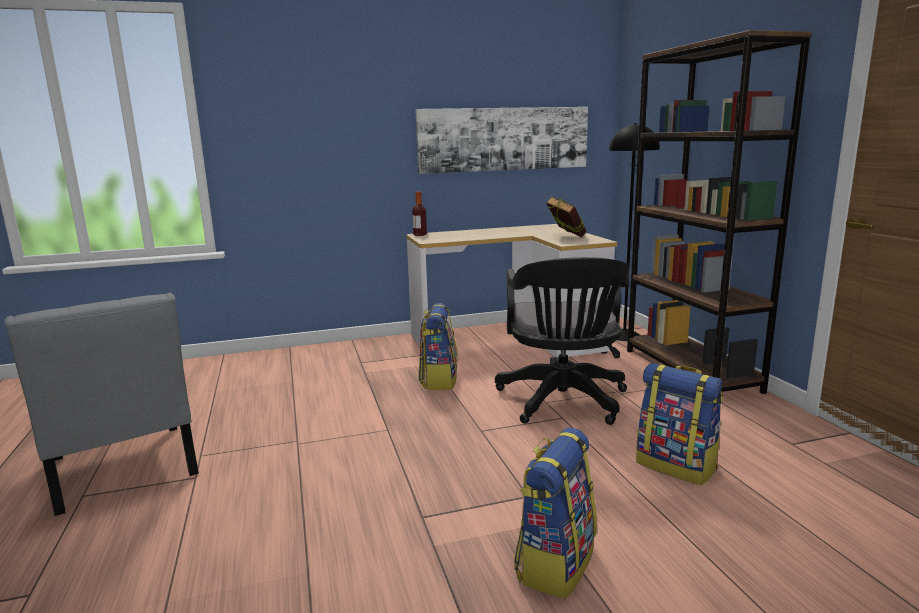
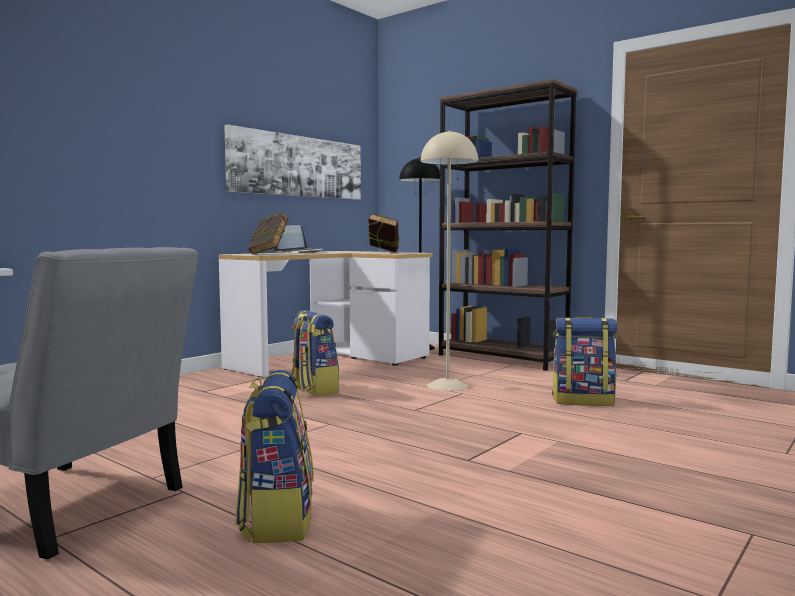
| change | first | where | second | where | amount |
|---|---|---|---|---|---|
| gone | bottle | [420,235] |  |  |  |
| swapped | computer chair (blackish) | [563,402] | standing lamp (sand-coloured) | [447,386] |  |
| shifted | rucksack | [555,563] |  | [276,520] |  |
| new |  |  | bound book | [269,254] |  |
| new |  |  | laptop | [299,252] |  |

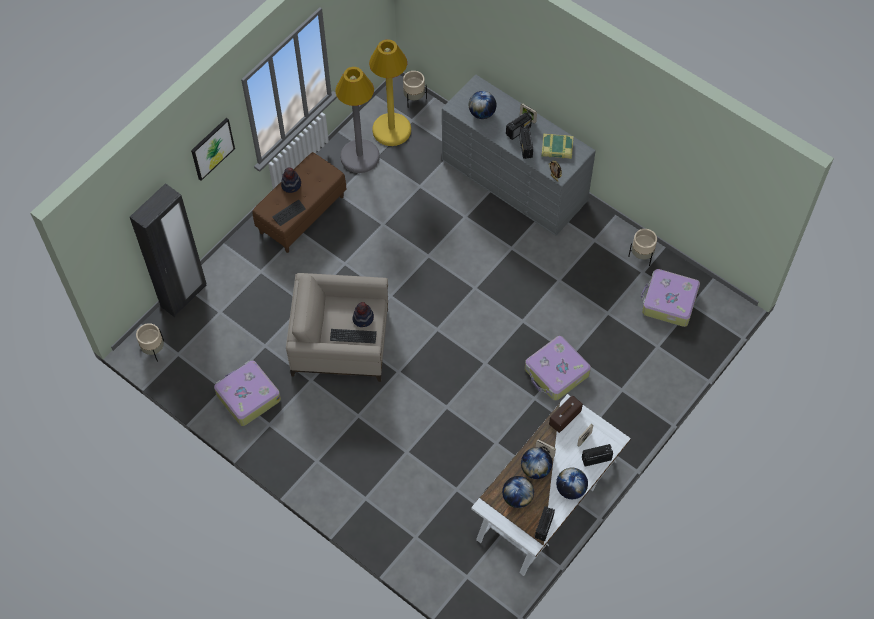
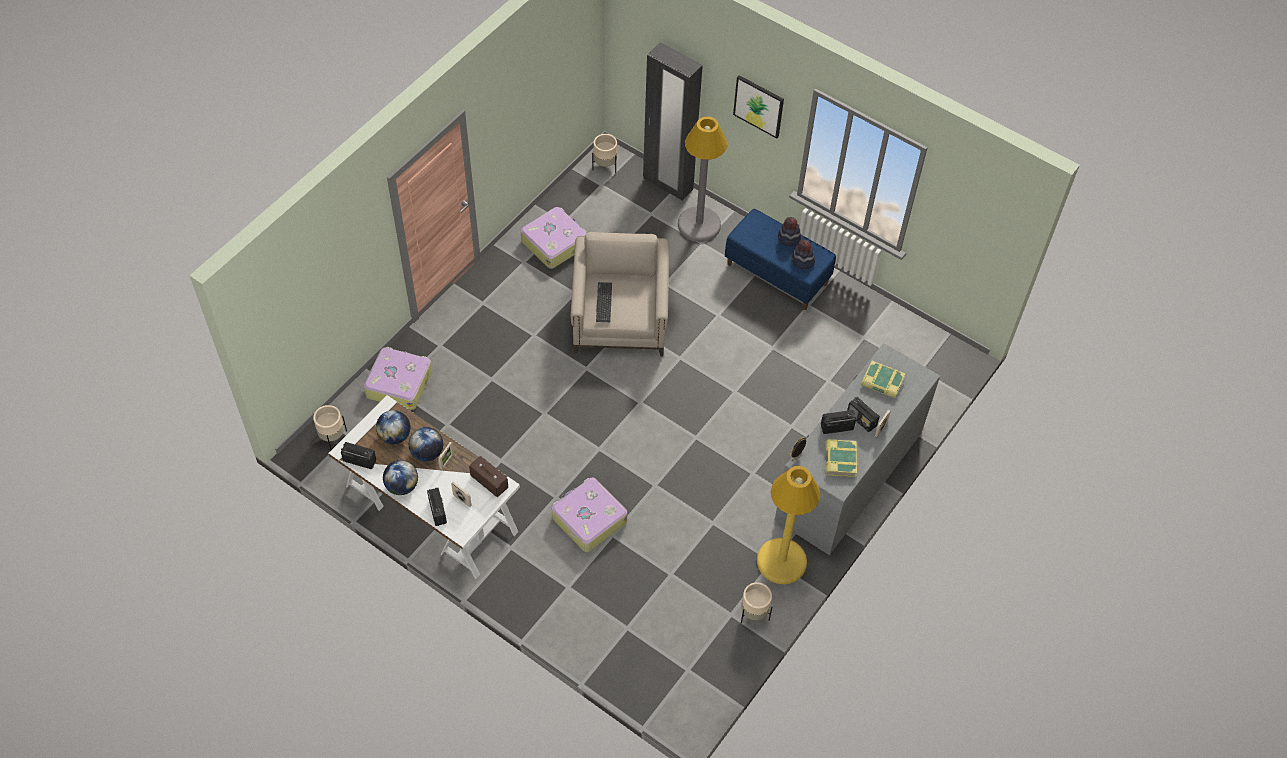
| change | first | where | second | where | amount |
|---|---|---|---|---|---|
| shifted | standing lamp (yellowish) | [391,130] |  | [781,561] |  |
| shifted | standing lamp (greyish) | [360,156] |  | [699,225] |  |
| shifted | planter (sand-coloured) | [414,99] |  | [332,437] |  |
| swapped | world globe | [482,113] | bound book | [882,382] |  |
| repainted | long seat (brownish) | [302,214] | long seat (bluish) | [777,274] |  |
| gone | computer keyboard | [289,213] |  |  |  |
| shifted | piece of luggage | [668,302] |  | [399,383] |  |
| shifted | clothing hat | [363,318] |  | [802,261] |  |

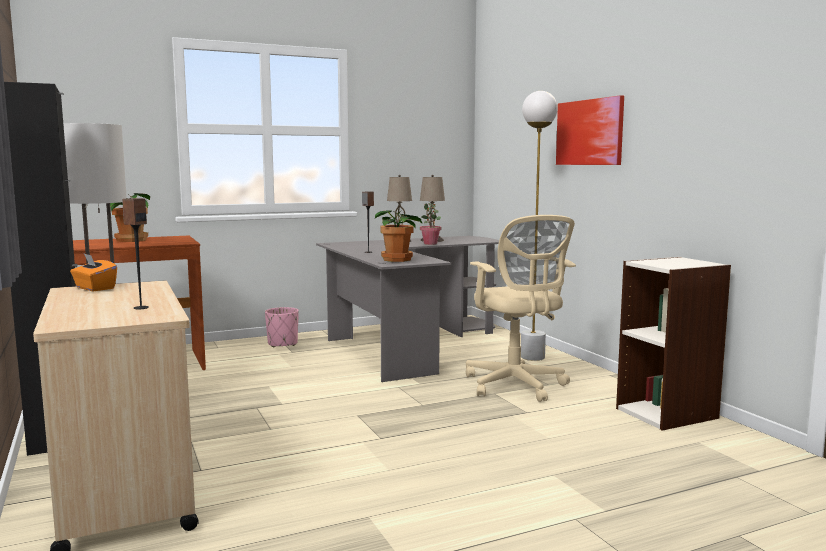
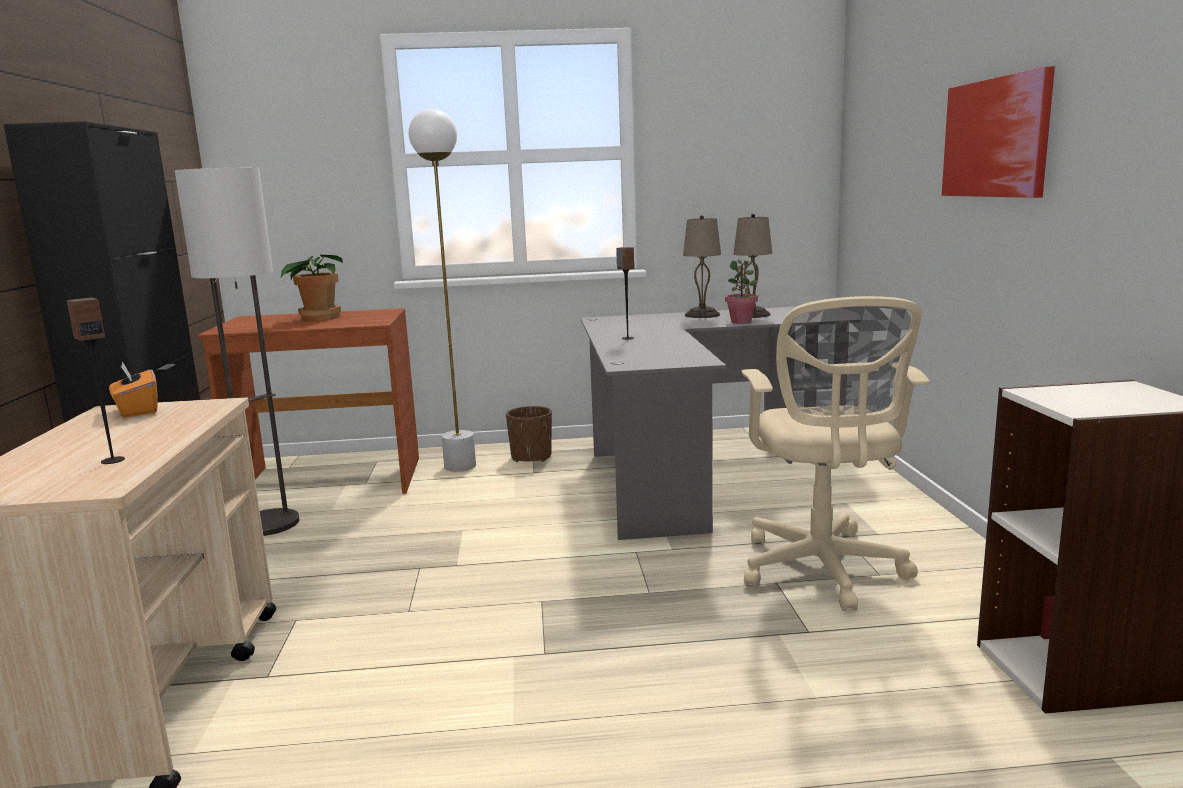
| change | first | where | second | where | amount |
|---|---|---|---|---|---|
| shifted | standing lamp (white) | [532,357] |  | [460,466] |  |
| gone | houseplant | [398,259] |  |  |  |
| repainted | planter (pink) | [282,344] | planter (brownish) | [531,457] |  |

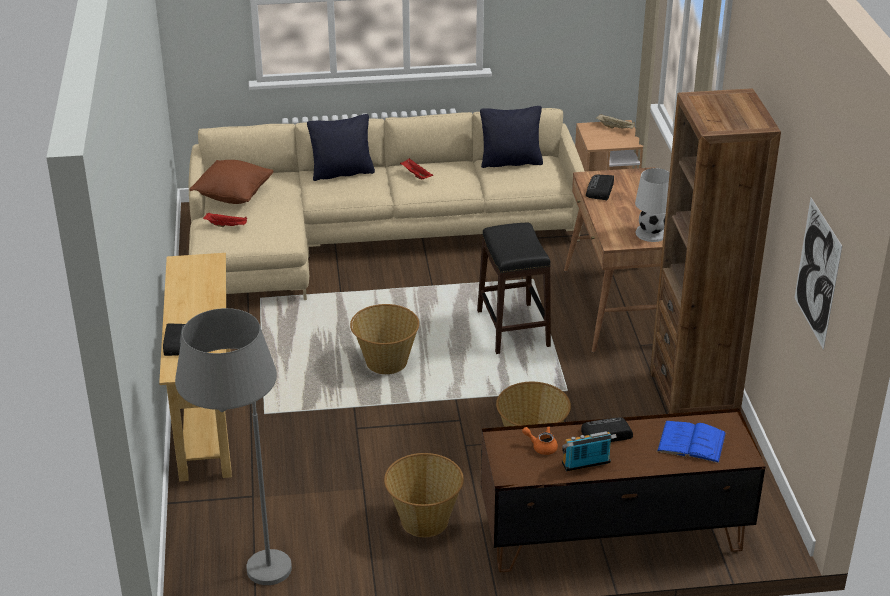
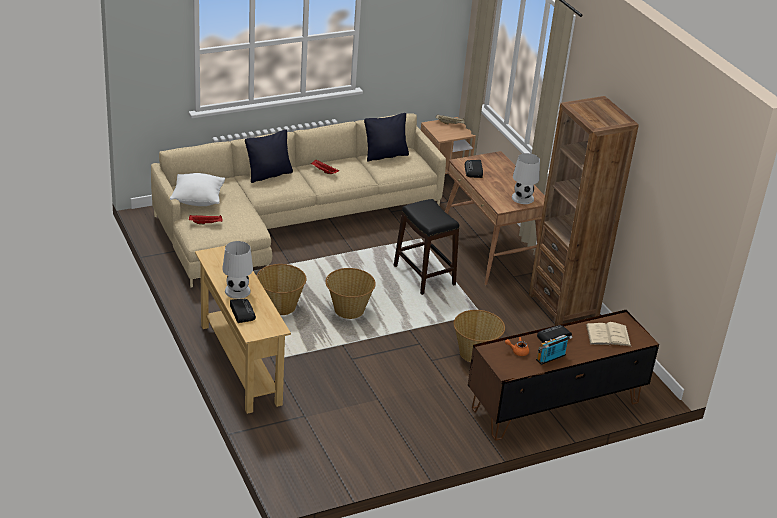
| change | first | where | second | where | amount |
|---|---|---|---|---|---|
| repainted | throw pillow (brownish) | [233,196] | throw pillow (white) | [198,200] |  |
| gone | wall art | [817,273] |  |  |  |
| gone | standing lamp (greyish) | [245,564] |  |  |  |
| repainted | bound book (bluish) | [691,442] | bound book (sand-coloured) | [608,335] |  |
| shifted | storage basket | [424,520] |  | [280,306] |  |
| new |  |  | lamp for a table (white) | [237,291] |  |

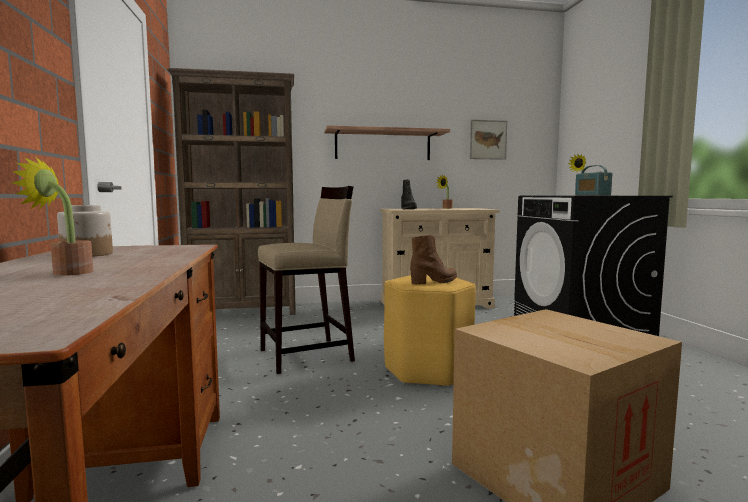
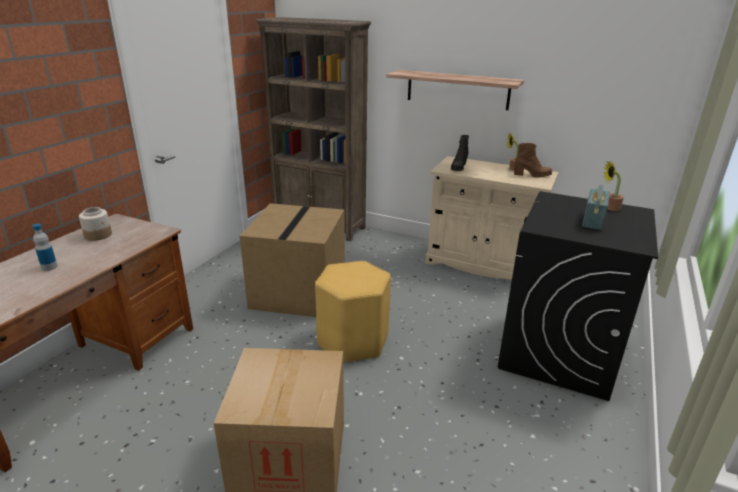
| change | first | where | second | where | amount |
|---|---|---|---|---|---|
| gone | wall art | [488,139] |  |  |  |
| swapped | houseplant | [66,272] | bottle | [49,267] |  |
| swapped | stool seat (sand-coloured) | [307,355] | cardboard box | [299,293] |  |
| shifted | boot (brownish) | [434,282] |  | [532,175] |  |

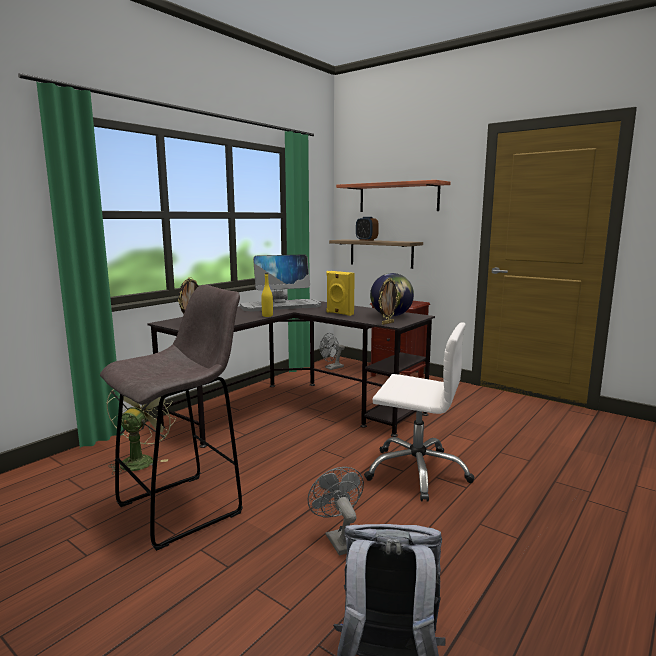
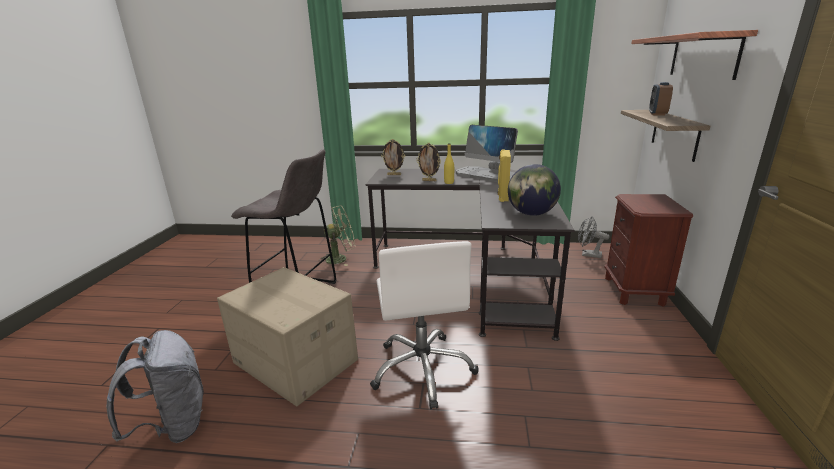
| change | first | where | second | where | amount |
|---|---|---|---|---|---|
| shifted | picture frame | [387,323] |  | [429,180] |  |
| swapped | electric fan (greyish) | [338,539] | cardboard box | [294,362] |  |

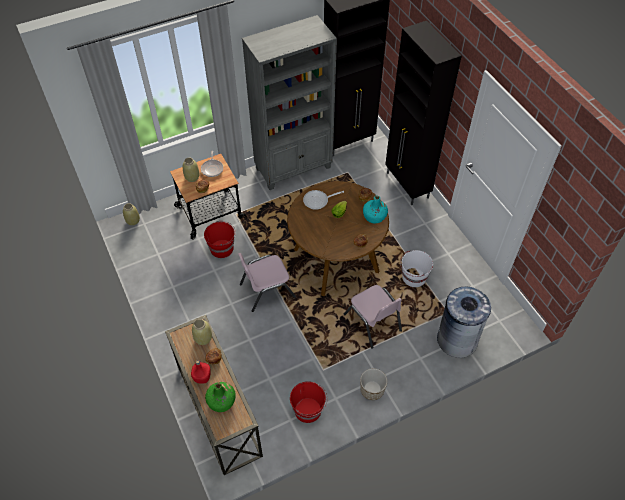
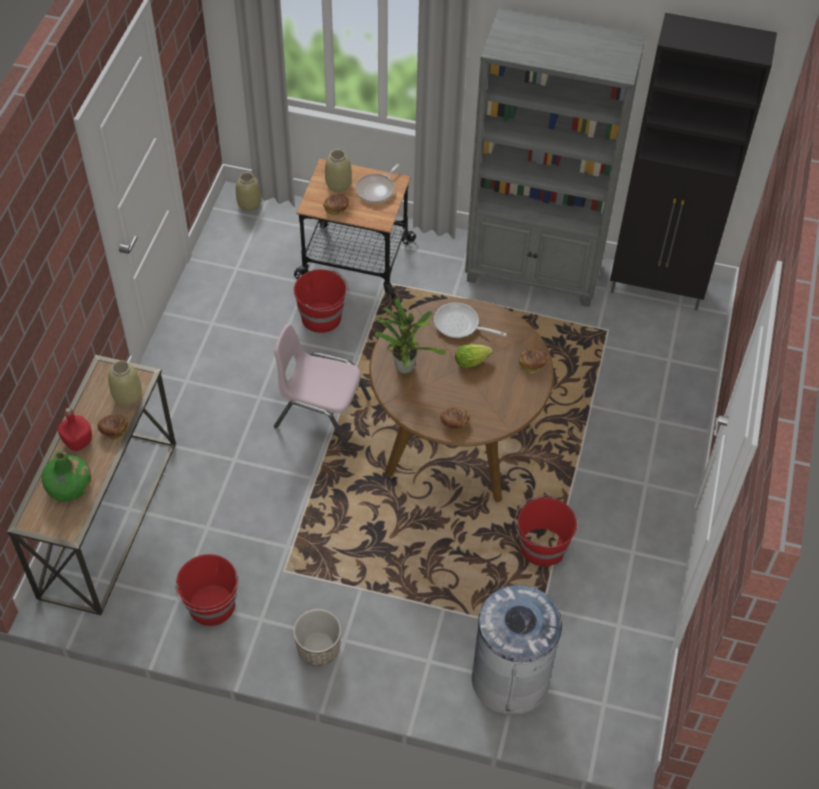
| change | first | where | second | where | amount |
|---|---|---|---|---|---|
| gone | storage cabinet (blackish) | [407,186] |  |  |  |
| gone | bottle (turquoise-coloured) | [374,216] |  |  |  |
| repainted | water bucket (white) | [413,278] | water bucket (reddish) | [541,547] |  |
| gone | plain chair (pink) | [373,322] |  |  |  |
| new |  |  | houseplant | [404,364] |  |

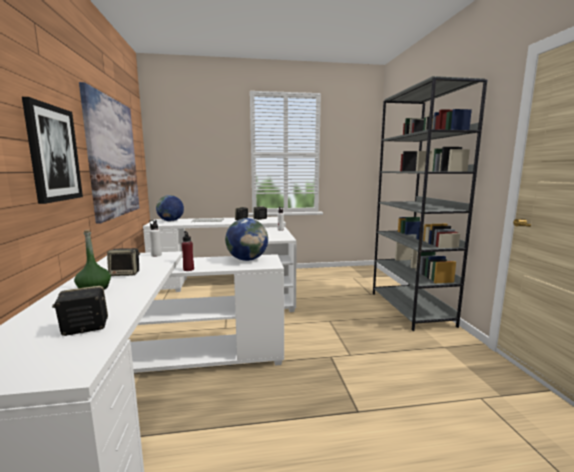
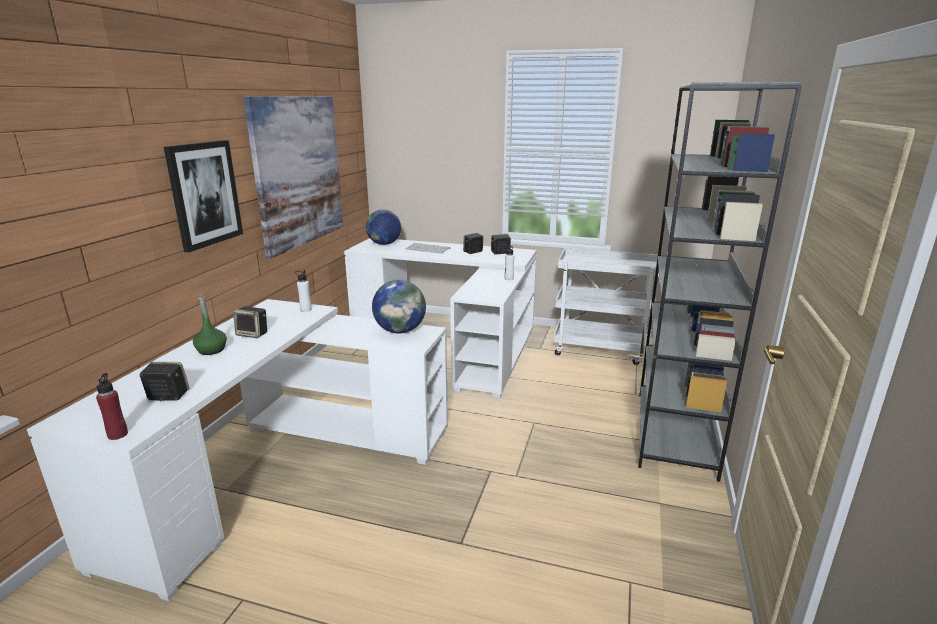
| change | first | where | second | where | amount |
|---|---|---|---|---|---|
| shifted | bottle (reddish) | [188,269] |  | [118,434] |  |
| new |  |  | wheeled cart (white) | [601,350] |  |

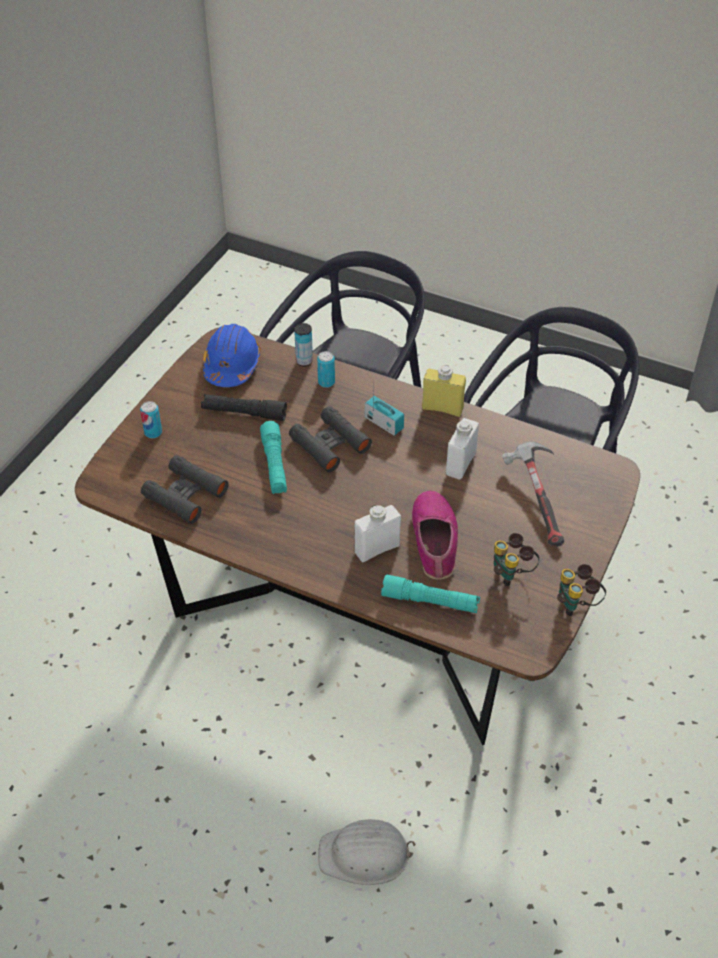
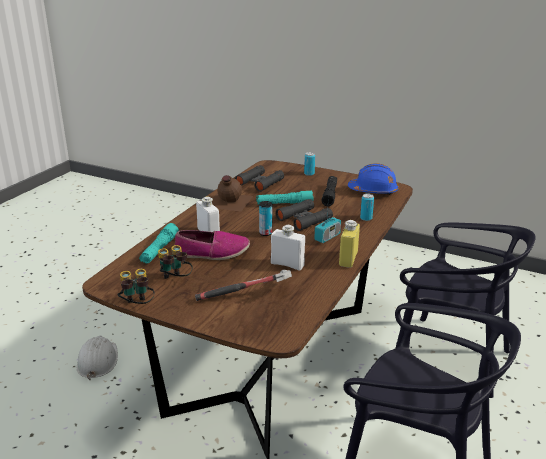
| change | first | where | second | where | amount |
|---|---|---|---|---|---|
| shifted | metal can | [304,361] |  | [265,233] |  |
| new |  |  | bottle (brownish) | [228,201] |  |

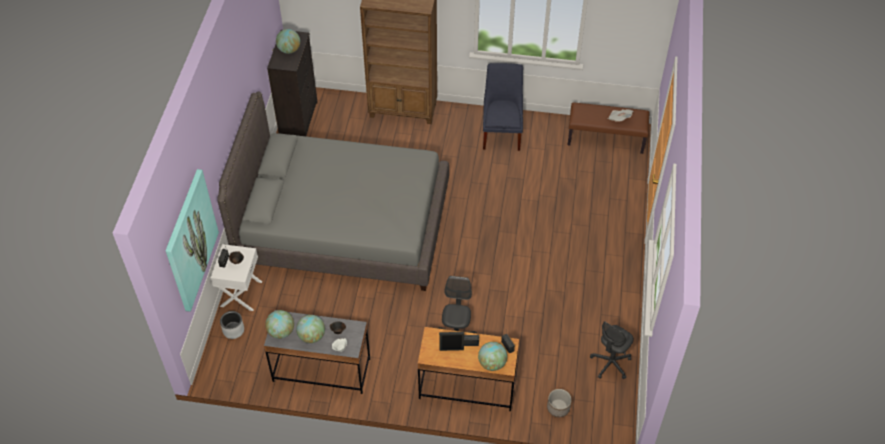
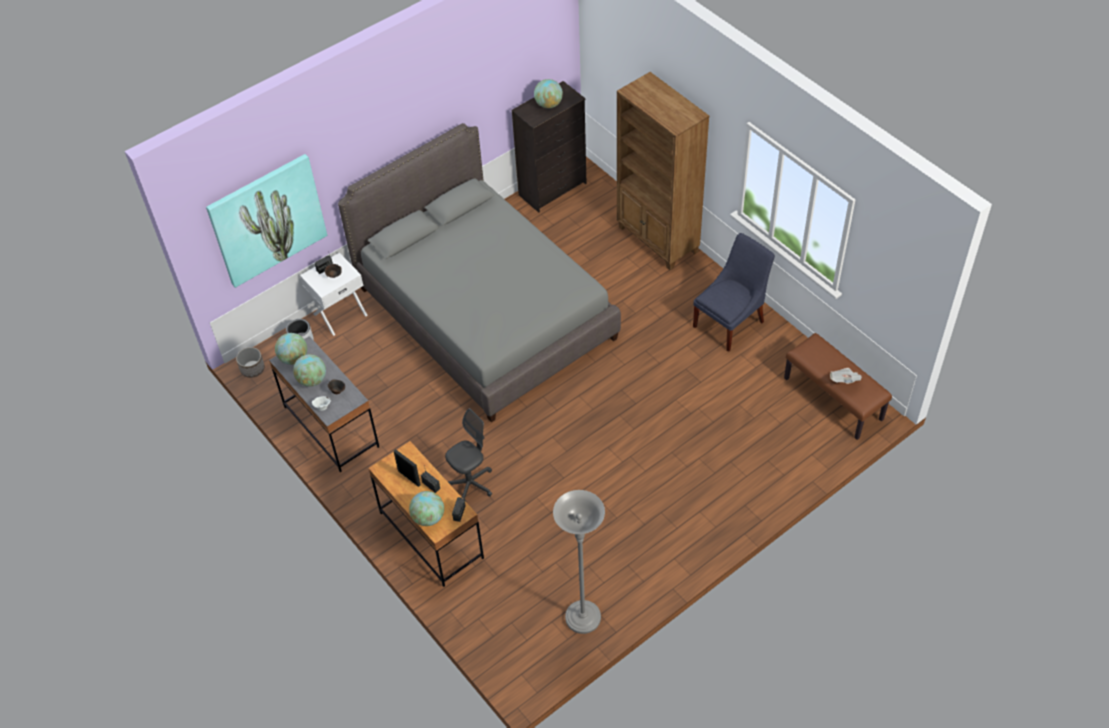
| change | first | where | second | where | amount |
|---|---|---|---|---|---|
| swapped | computer chair (greyish) | [610,363] | standing lamp (greyish) | [583,618] |  |
| shifted | planter | [558,408] |  | [252,369] |  |

